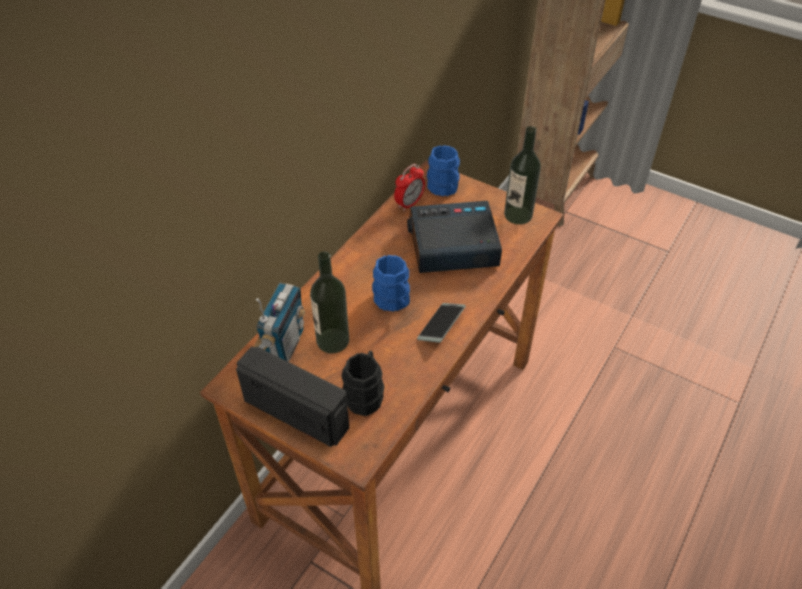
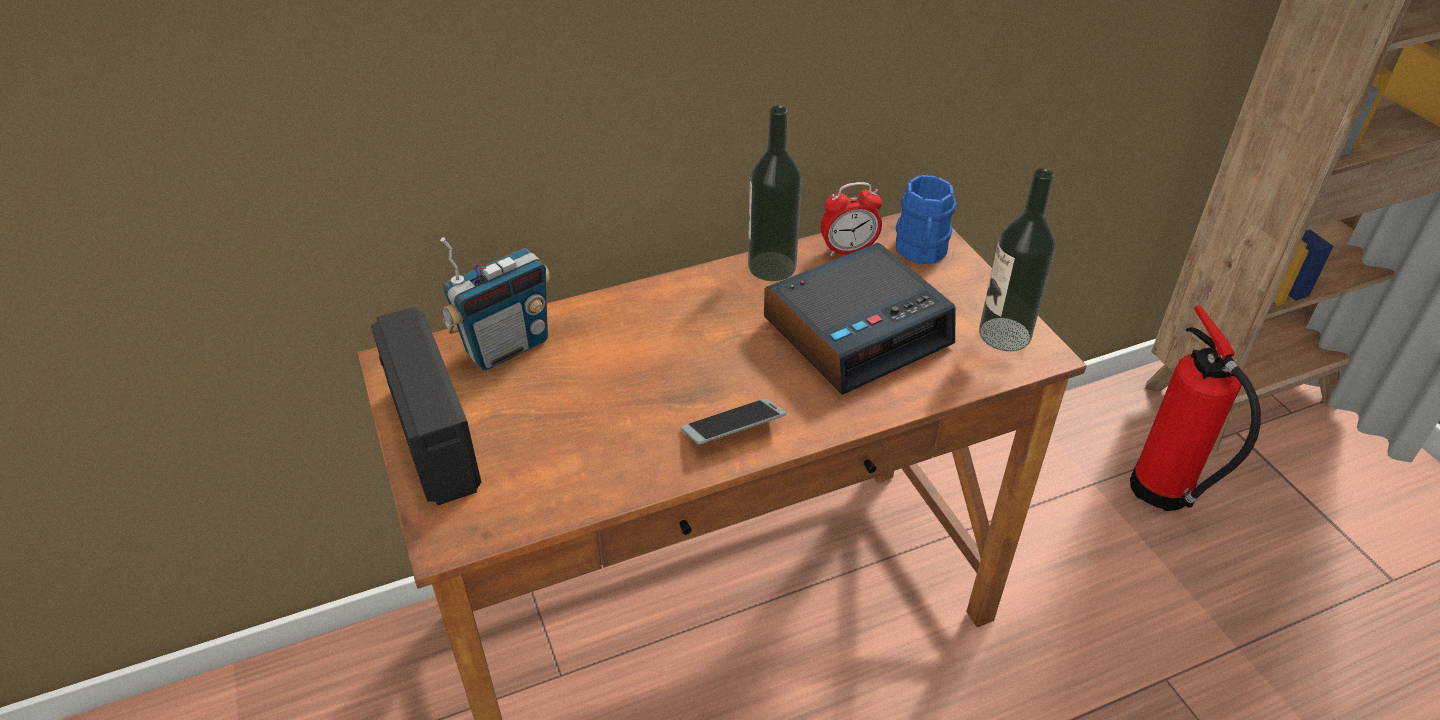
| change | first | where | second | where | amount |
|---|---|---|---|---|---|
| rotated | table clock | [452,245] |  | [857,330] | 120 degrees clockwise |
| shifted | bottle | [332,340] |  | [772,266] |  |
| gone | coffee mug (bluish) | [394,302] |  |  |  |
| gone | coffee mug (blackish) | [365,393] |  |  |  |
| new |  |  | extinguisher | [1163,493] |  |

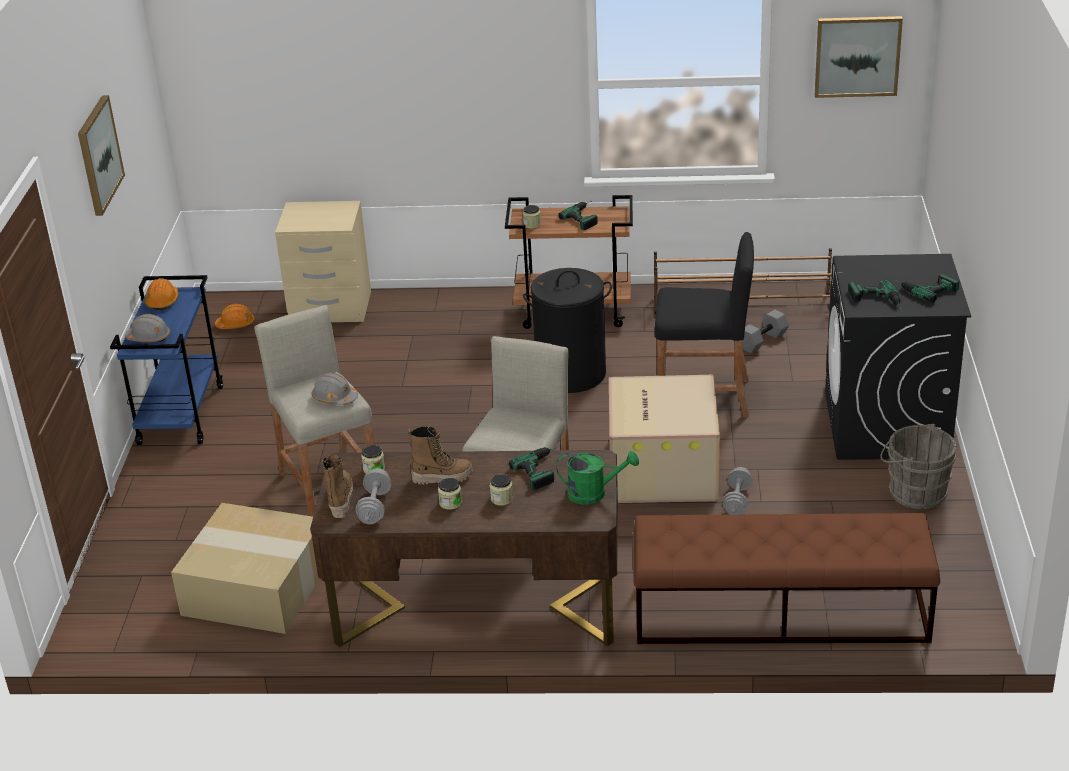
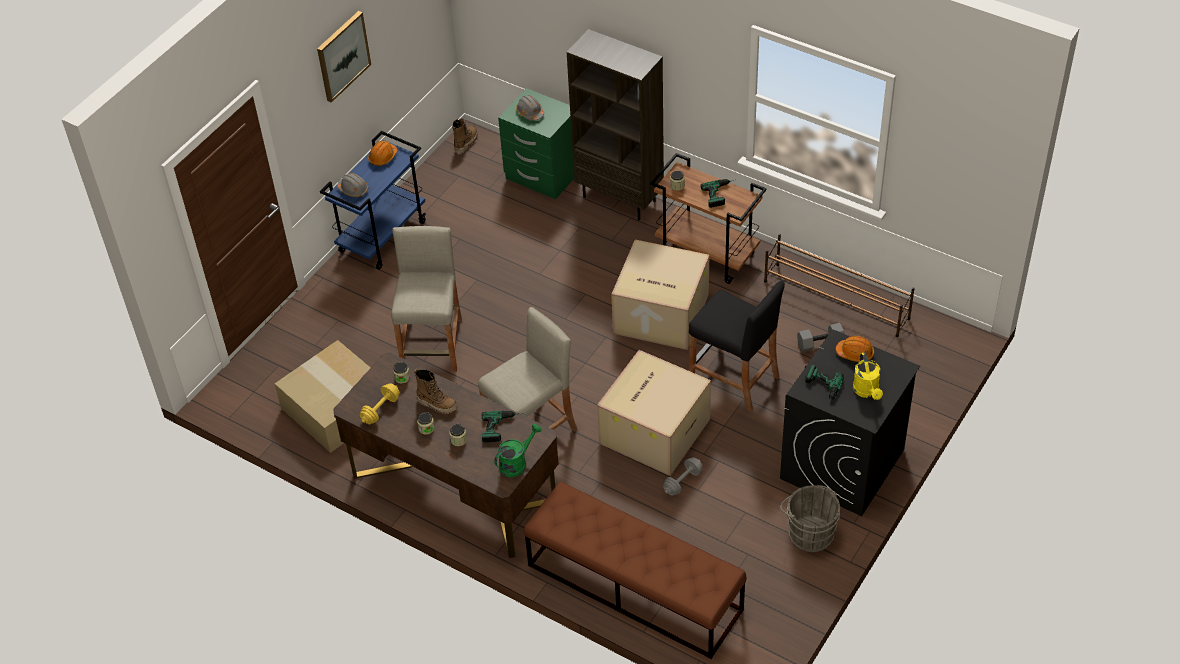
| change | first | where | second | where | amount |
|---|---|---|---|---|---|
| gone | wall art | [857,56] |  |  |  |
| repainted | night table (sand-coloured) | [330,308] | night table (green) | [542,175] |  |
| swapped | hamper (blackish) | [570,374] | cardboard box | [659,314] |  |
| swapped | drill | [924,288] | sprinkling can (yellowish) | [867,391] |  |
| shifted | safety helmet (orange) | [236,324] |  | [855,353] |  |
| shifted | safety helmet (greyish) | [334,398] |  | [530,112] |  |
| rotated | sprinkling can (green) | [594,493] |  | [516,463] | 75 degrees counterclockwise |
| shifted | boot | [340,499] |  | [465,143] |  |
| repainted | dumbbell (greyish) | [375,507] | dumbbell (yellowish) | [381,410] |  |
| new |  |  | bookcase (brownish) | [620,198] |  |

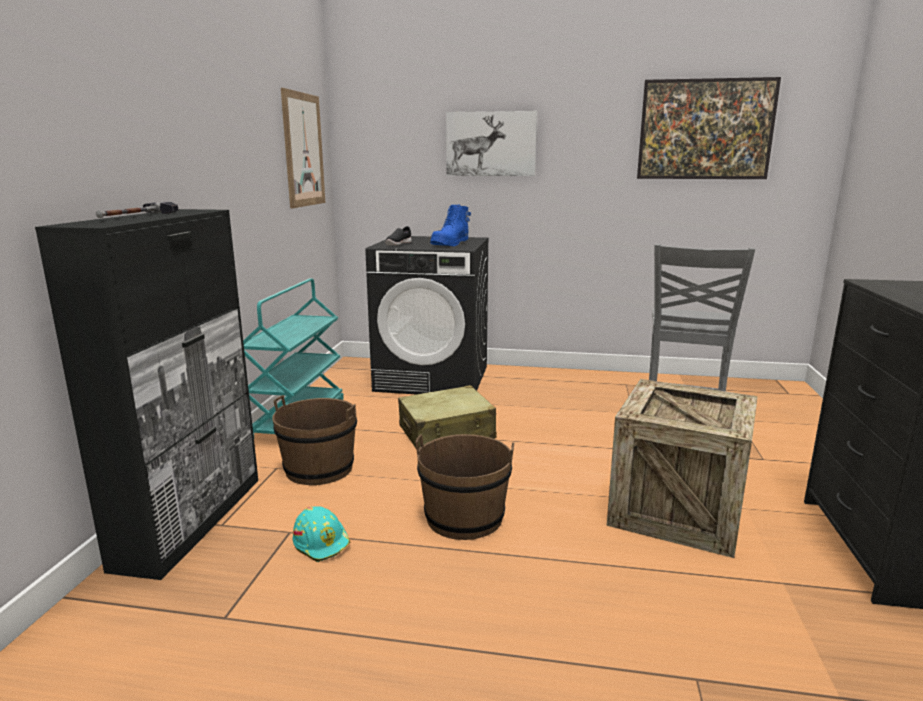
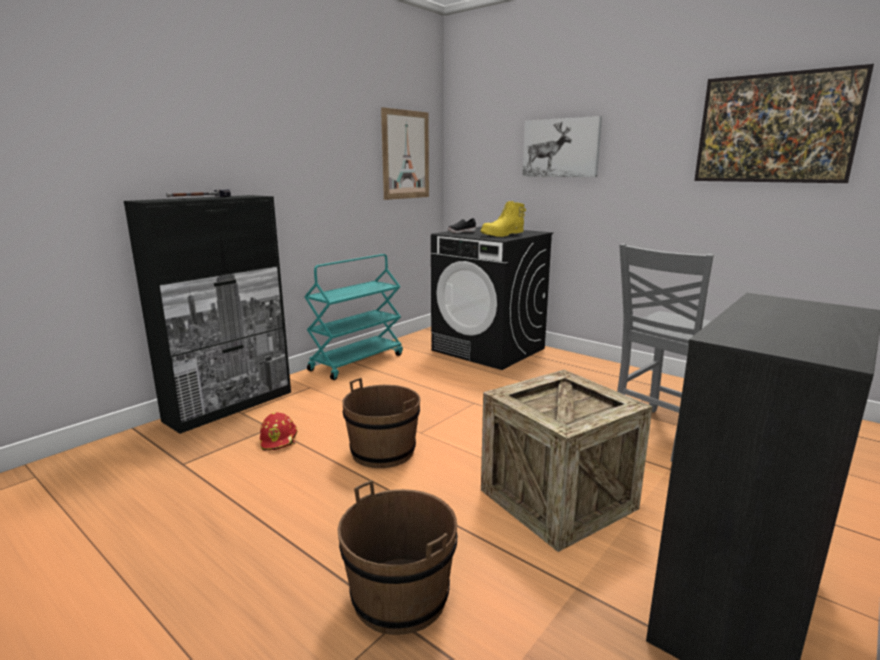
| change | first | where | second | where | amount |
|---|---|---|---|---|---|
| repainted | boot (bluish) | [451,244] | boot (yellowish) | [503,235] |  |
| gone | piece of luggage (sand-coloured) | [447,433] |  |  |  |
| shifted | water bucket (brownish) | [319,469] |  | [400,597] |  |
| repainted | safety helmet (turquoise-coloured) | [322,543] | safety helmet (reddish) | [279,440] |  |

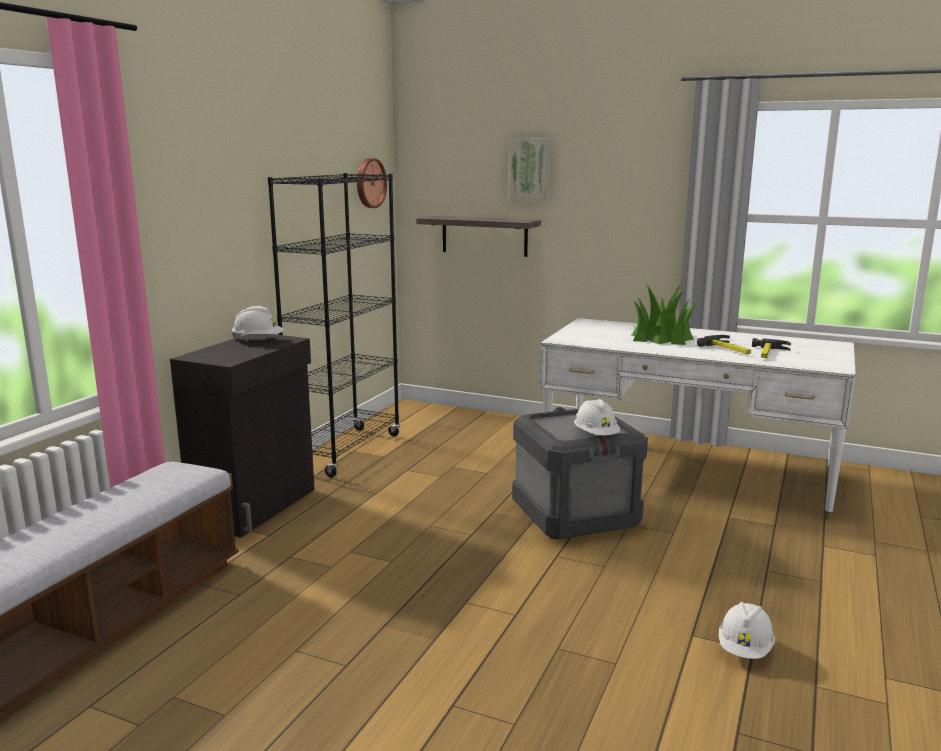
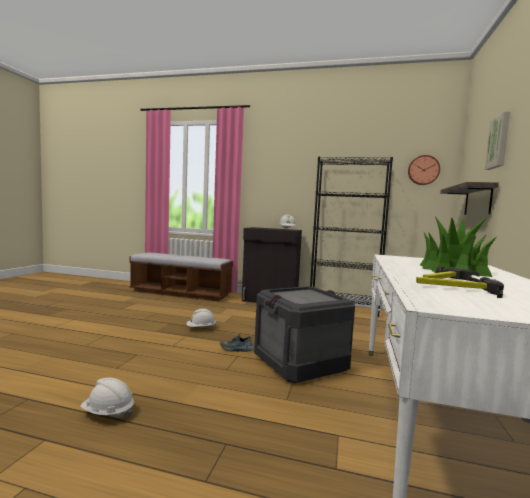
| change | first | where | second | where | amount |
|---|---|---|---|---|---|
| shifted | safety helmet (white) | [596,435] |  | [201,328] |  |
| new |  |  | shoe | [236,349] |  |

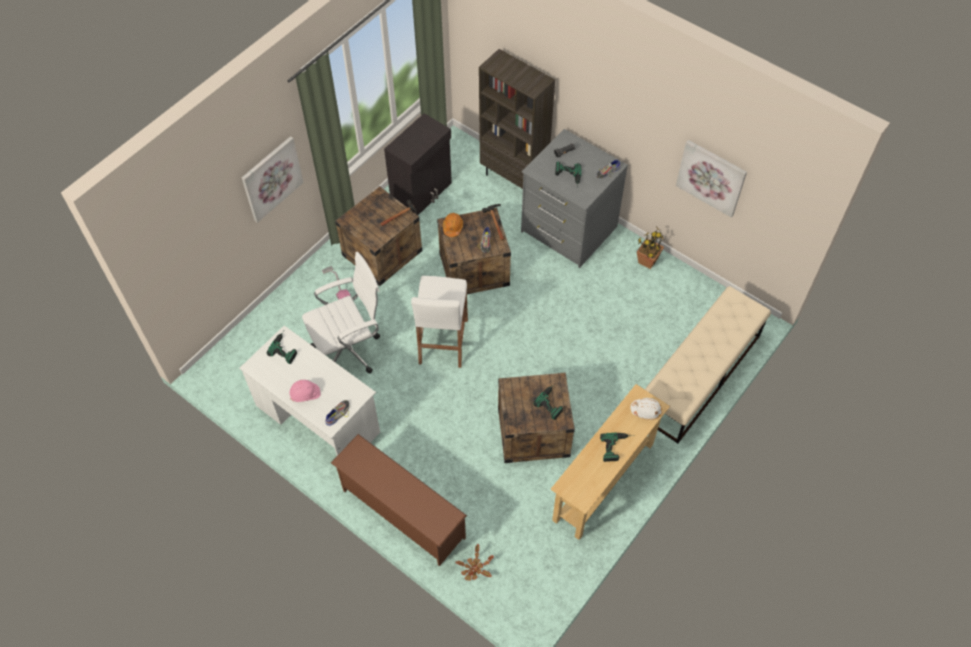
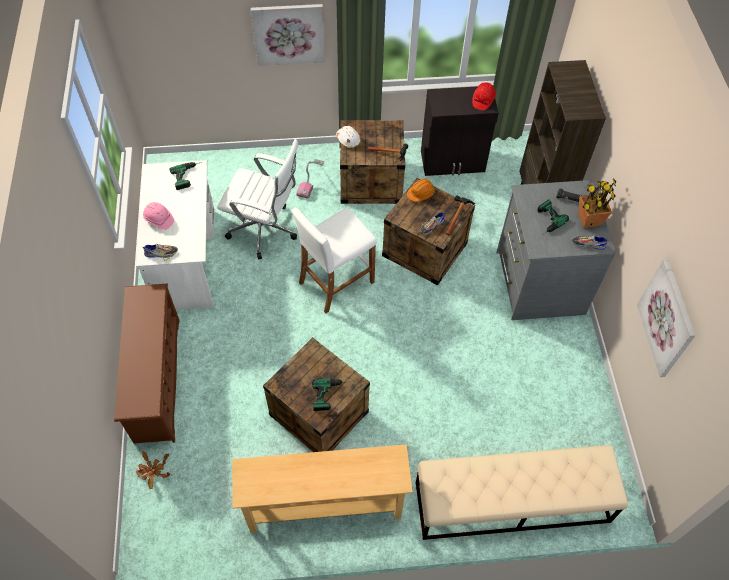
| change | first | where | second | where | amount |
|---|---|---|---|---|---|
| shifted | houseplant | [647,261] |  | [588,220] |  |
| shifted | safety helmet (white) | [646,410] |  | [348,140] |  |
| gone | drill | [618,447] |  |  |  |
| new |  |  | safety helmet (reddish) | [483,100] |  |

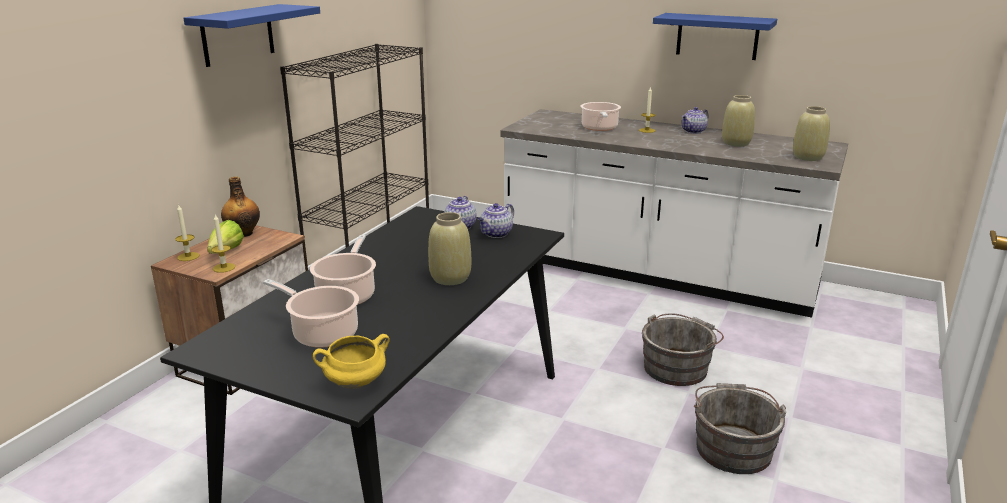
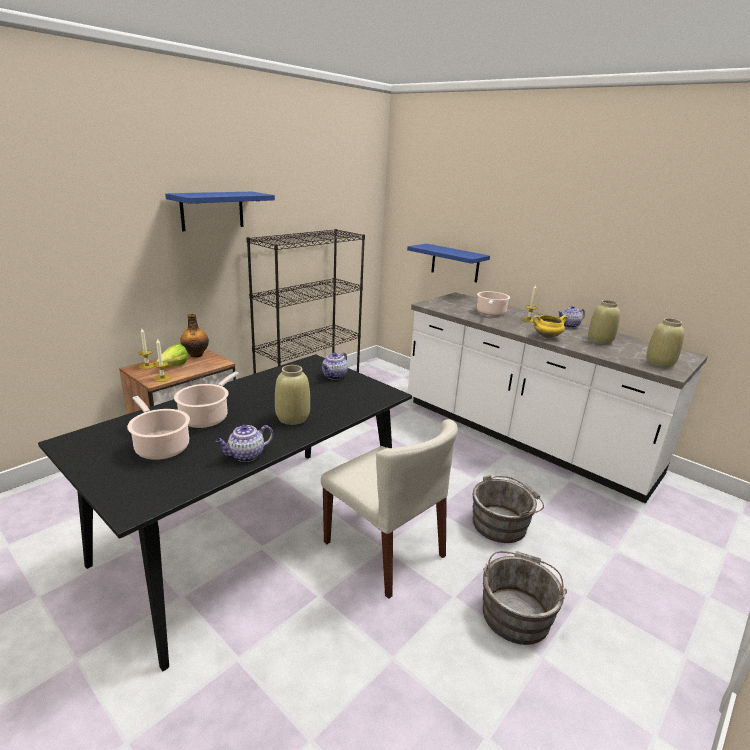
| change | first | where | second | where | amount |
|---|---|---|---|---|---|
| shifted | bracket shelf (bluish) | [717,36] |  | [455,263] |  |
| shifted | tea pot | [496,234] |  | [245,456] |  |
| shifted | cooking pot (yellowish) | [354,383] |  | [546,336] |  |
| new |  |  | plain chair (sand-coloured) | [385,549] |  |

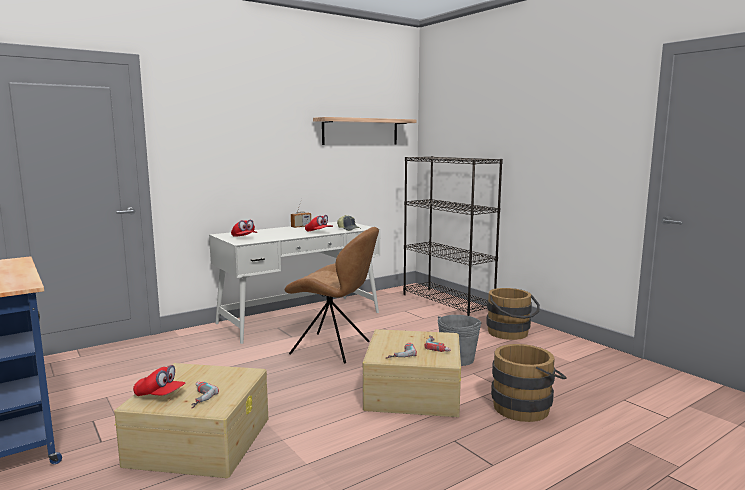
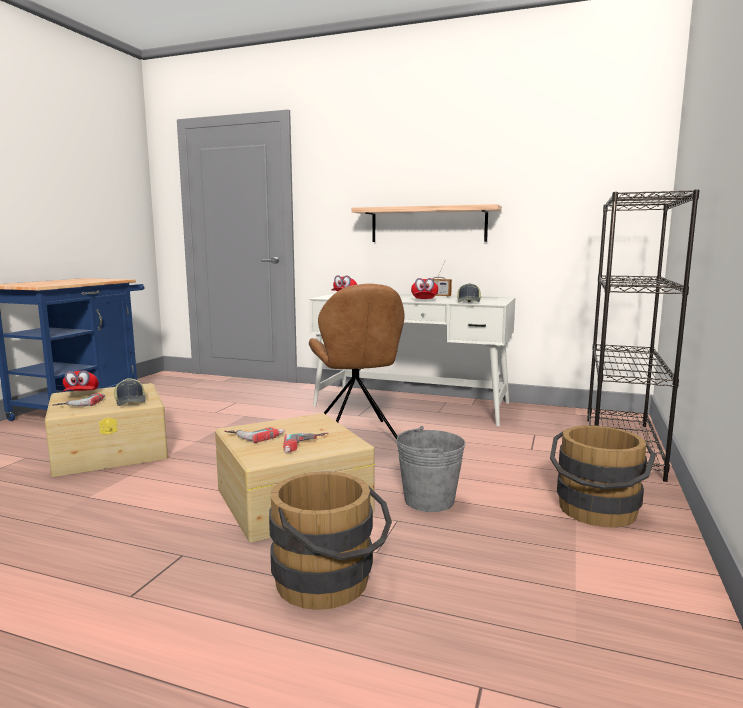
| change | first | where | second | where | amount |
|---|---|---|---|---|---|
| shifted | bracket shelf | [360,131] |  | [428,224] |  |
| new |  |  | baseball cap | [131,401] |  |

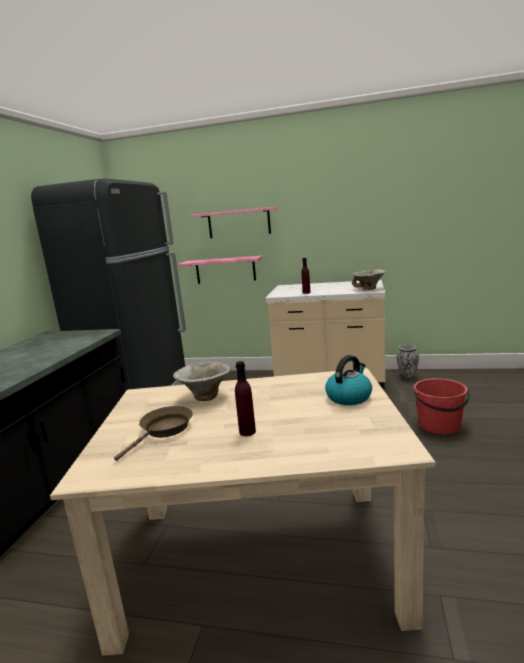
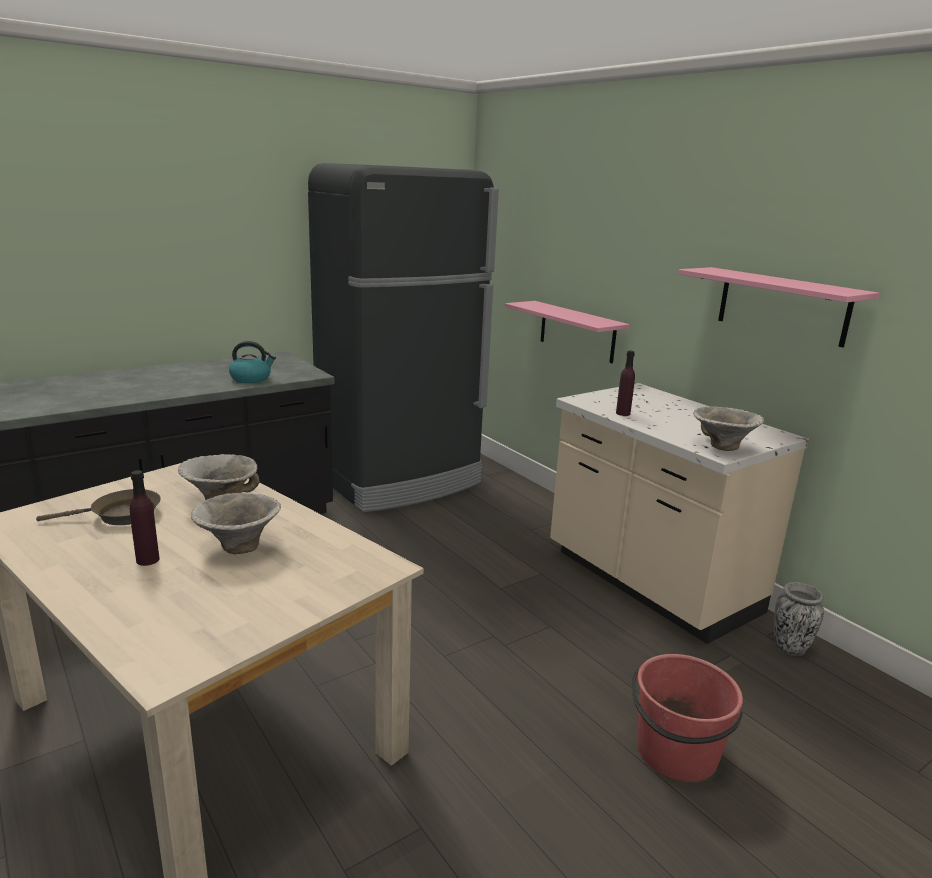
| change | first | where | second | where | amount |
|---|---|---|---|---|---|
| shifted | bracket shelf (pink) | [239,223] |  | [782,306] |  |
| shifted | water kettle | [349,397] |  | [251,378] |  |
| new |  |  | bowl | [238,547] |  |

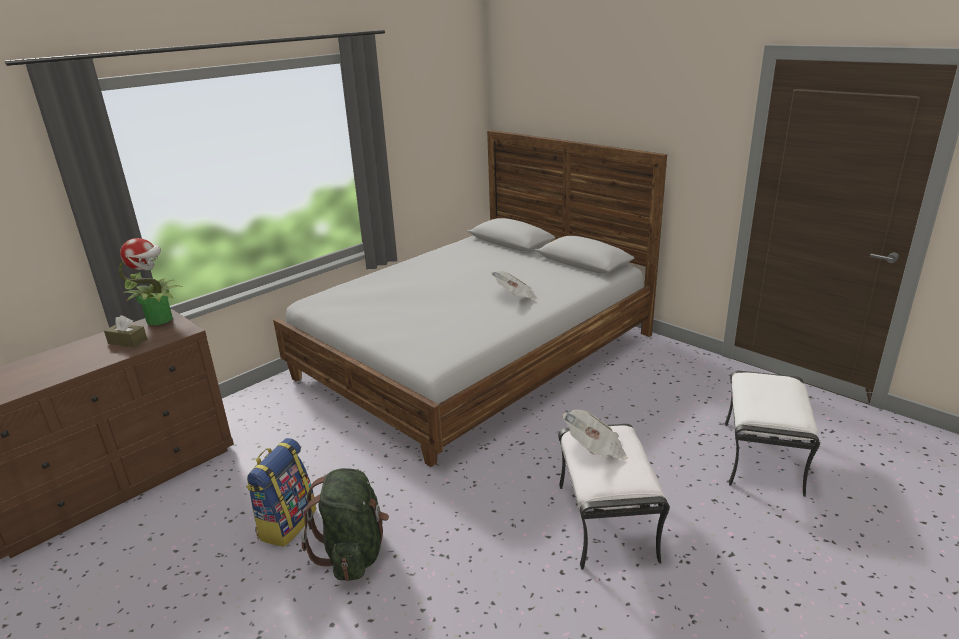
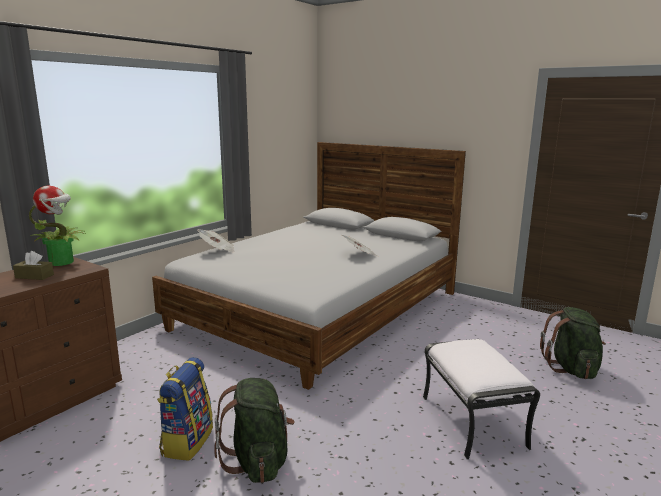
| change | first | where | second | where | amount |
|---|---|---|---|---|---|
| swapped | footrest (white) | [760,456] | rucksack (green) | [572,369] |  |
| shifted | printed paper | [595,449] |  | [218,250] |  |

